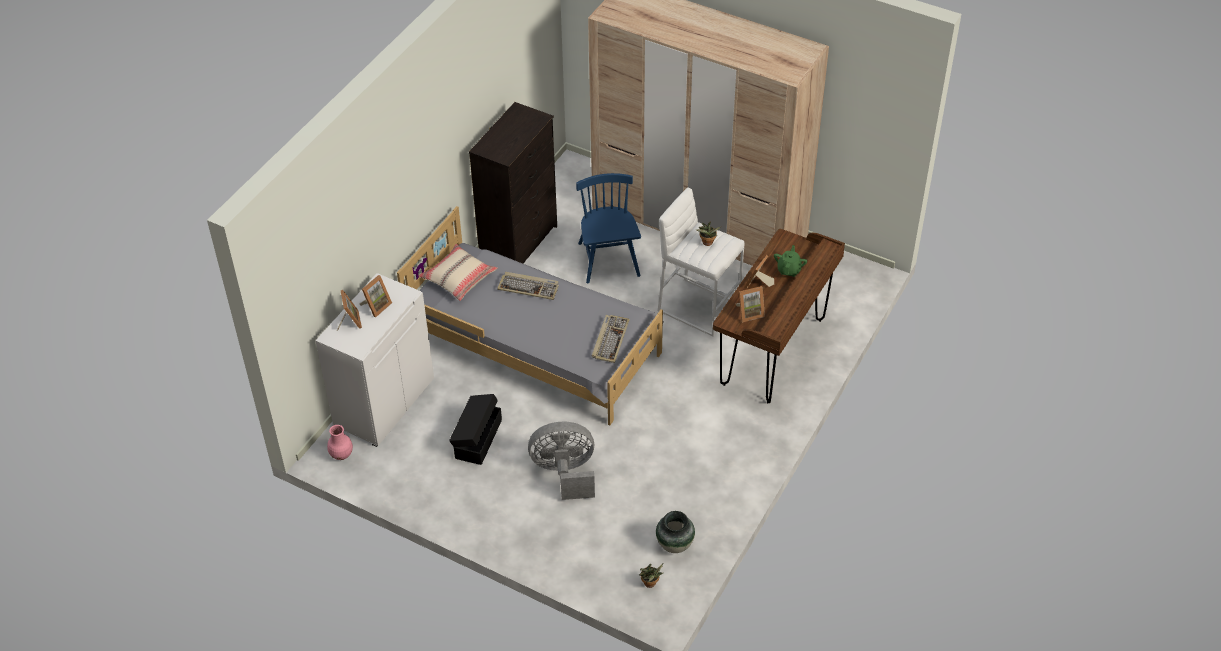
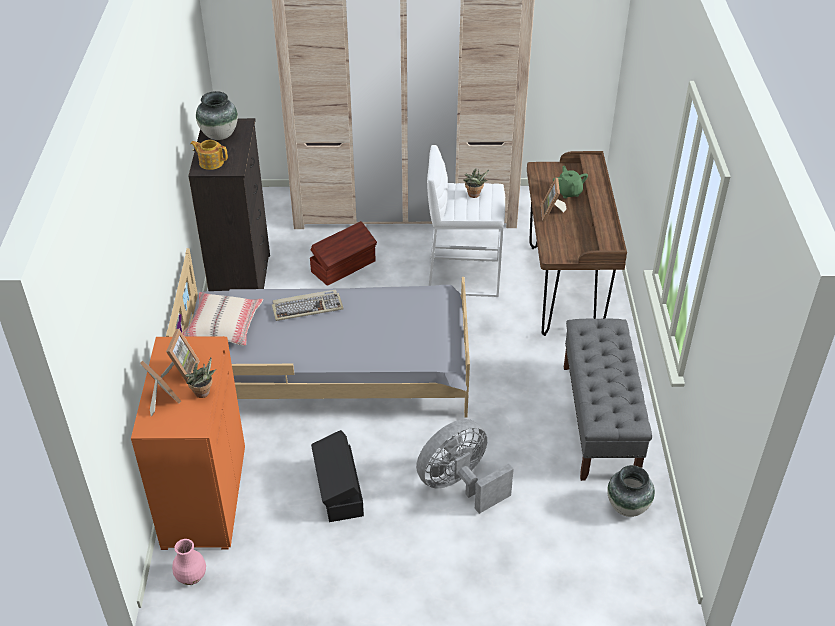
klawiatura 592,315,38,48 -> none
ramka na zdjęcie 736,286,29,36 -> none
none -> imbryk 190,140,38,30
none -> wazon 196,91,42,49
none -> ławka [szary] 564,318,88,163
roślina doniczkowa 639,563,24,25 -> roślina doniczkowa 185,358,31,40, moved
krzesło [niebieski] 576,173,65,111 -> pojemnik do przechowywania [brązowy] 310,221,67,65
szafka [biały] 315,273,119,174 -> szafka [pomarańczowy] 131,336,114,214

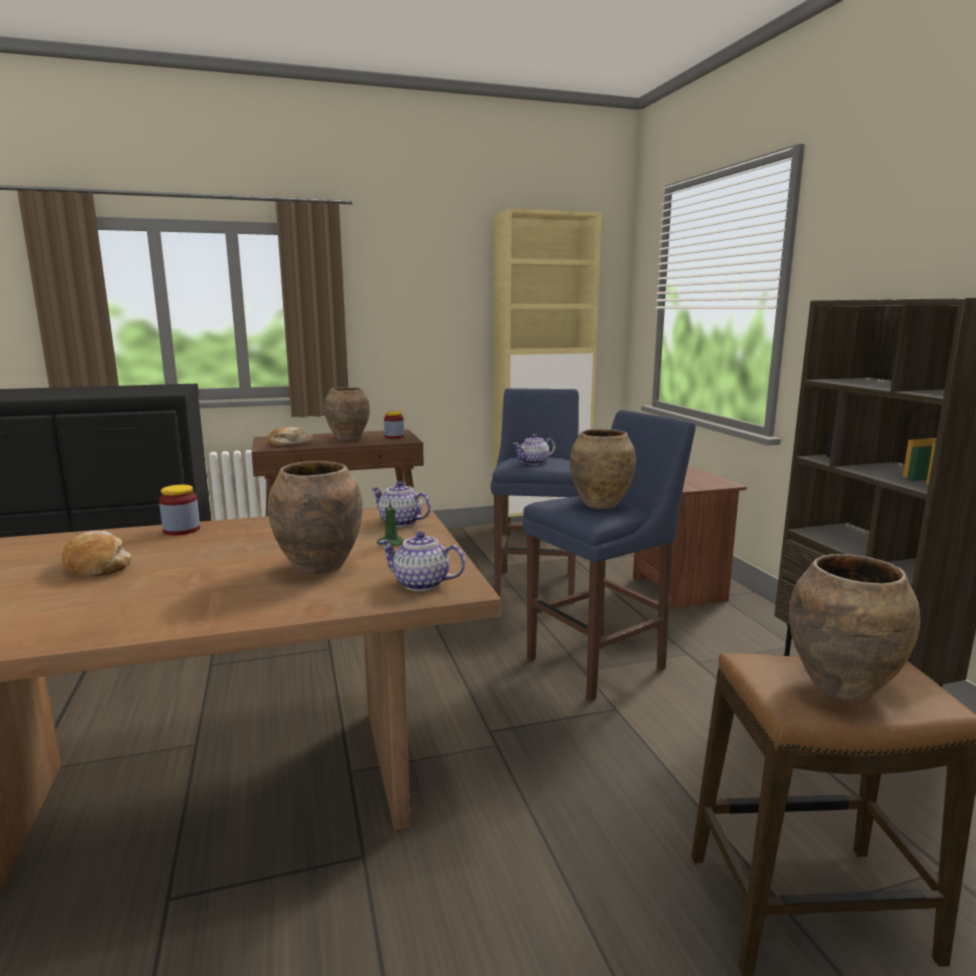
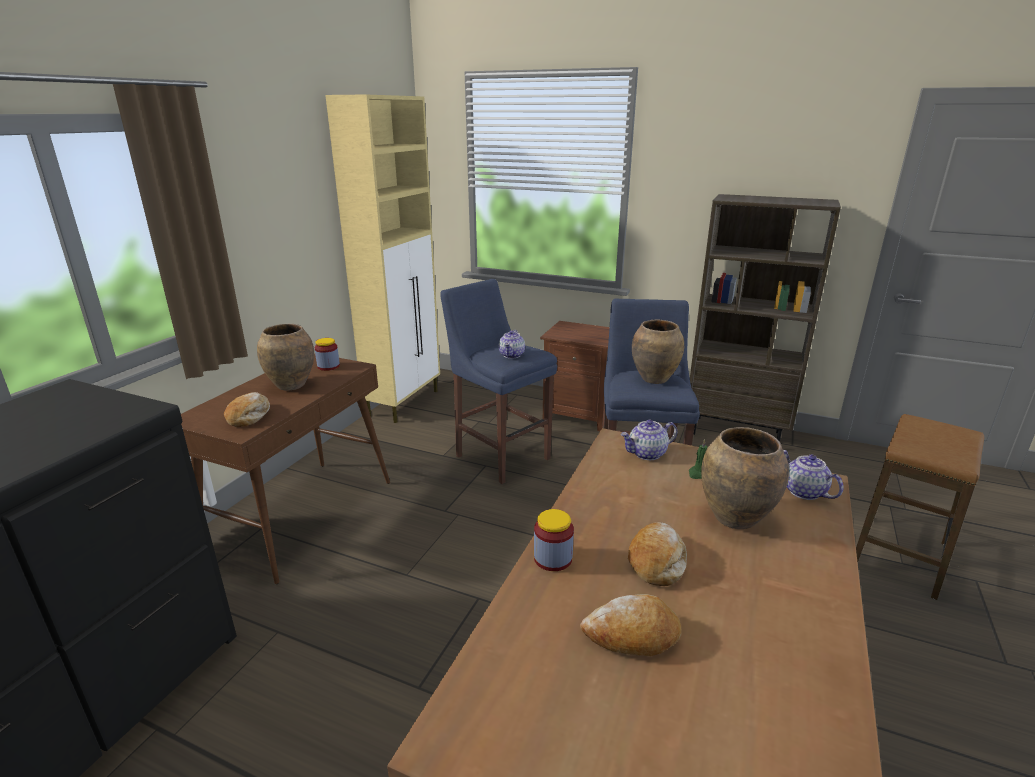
wazon [brązowy] 789,554,131,147 -> none
none -> chleb 628,522,59,64
imbryk 378,531,88,60 -> imbryk 783,450,61,50, 90 degrees clockwise

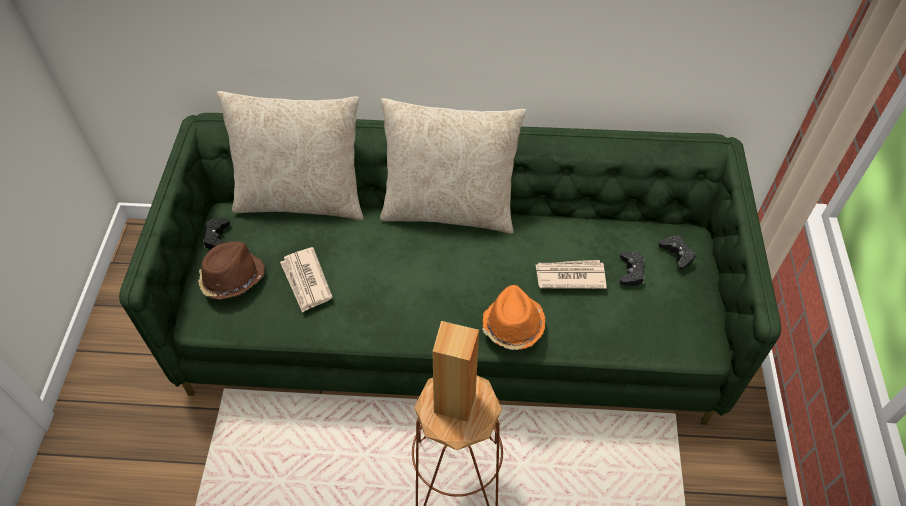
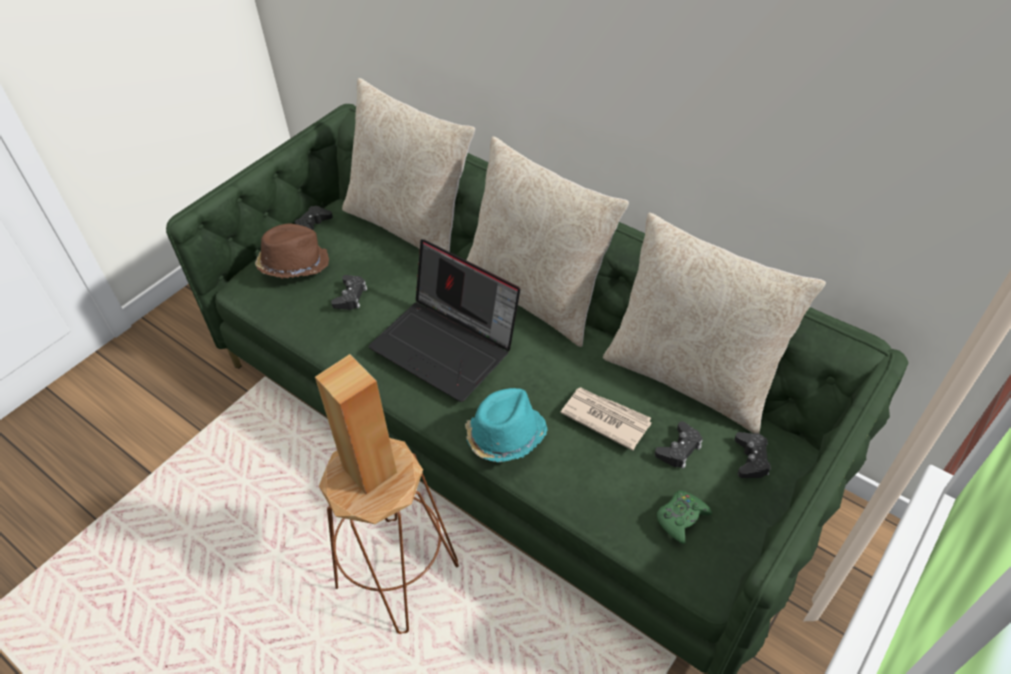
none -> laptop 368,239,152,163
none -> poduszka [beżowy] 603,213,223,221
none -> pad do gier [zielony] 657,490,55,54
gazeta 280,247,53,66 -> pad do gier [czarny] 331,275,36,35
kapelusz [pomarańczowy] 482,285,63,65 -> kapelusz [turkusowy] 465,388,83,74

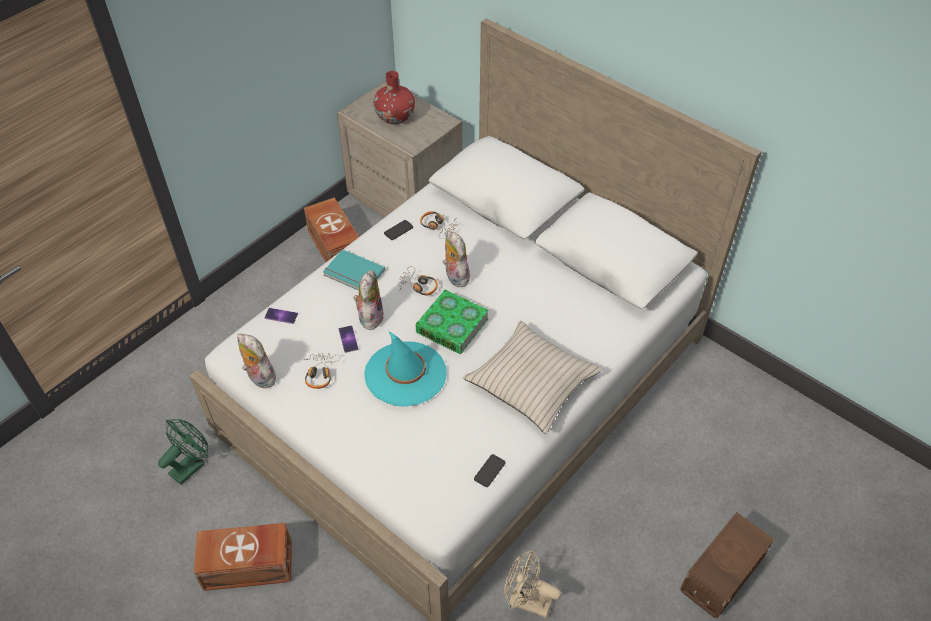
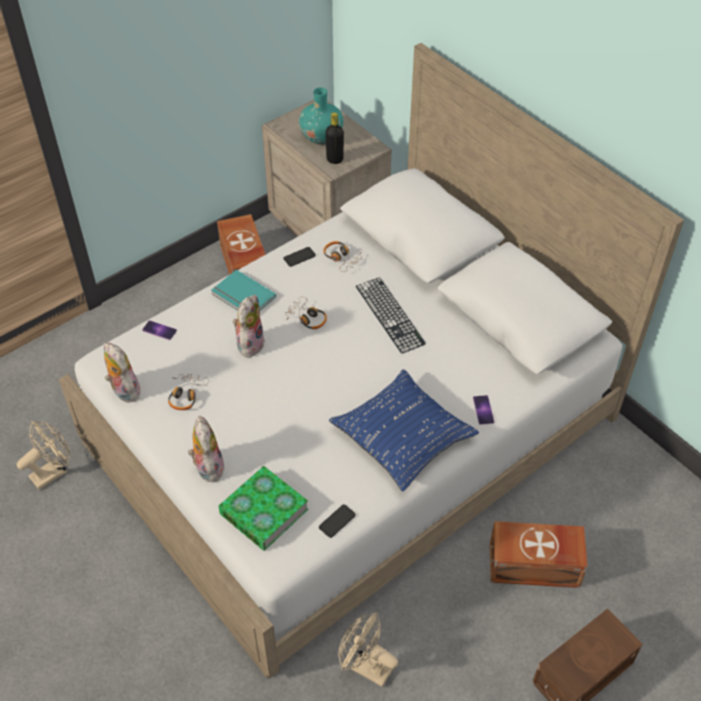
kapelusz [turkusowy] 364,331,83,76 -> none
none -> butelka [czarny] 325,112,19,52
none -> klawiatura 356,277,70,77
pojemnik do przechowywania [brązowy] 193,523,99,68 -> pojemnik do przechowywania [brązowy] 490,521,98,67, moved
telefon 339,326,20,27 -> telefon 473,395,21,30, moved
książka 415,290,74,65 -> książka 218,466,90,85, moved
pluszak 443,231,27,56 -> pluszak 188,415,37,67, moved
wentylator [zielony] 158,419,50,66 -> wentylator [beżowy] 17,421,53,69
wazon [czerwony] 373,71,42,54 -> wazon [turkusowy] 299,87,44,58
poduszka [beżowy] 463,321,139,113 -> poduszka [niebieski] 329,369,150,123

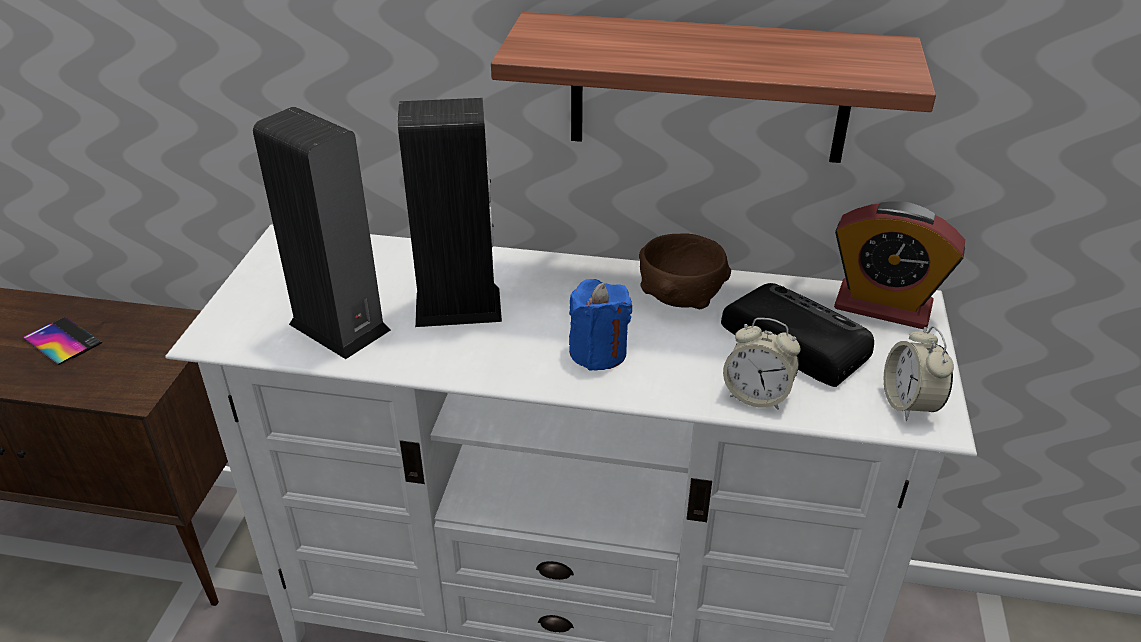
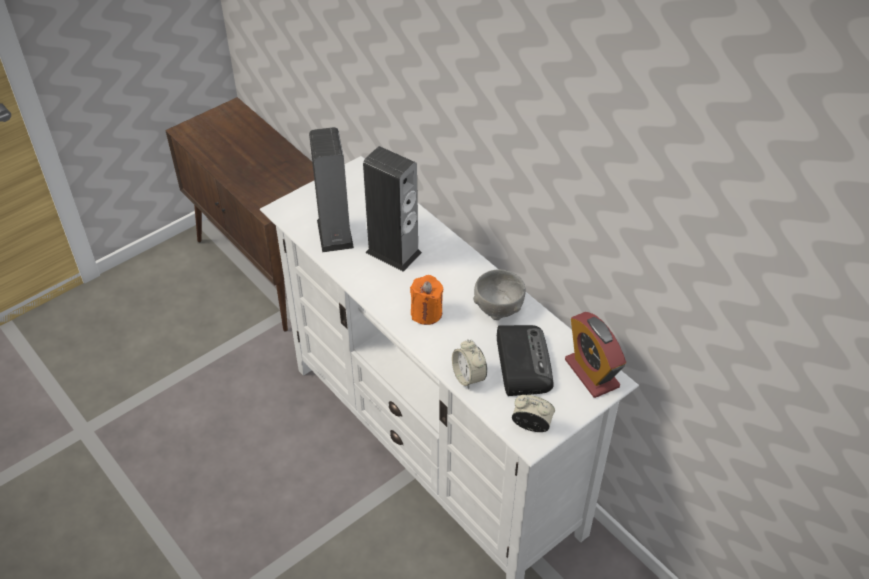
telefon 22,317,80,48 -> none
półka 491,12,445,151 -> none
świeca [niebieski] 569,279,63,92 -> świeca [pomarańczowy] 410,275,33,50
miska [brązowy] 639,233,92,76 -> miska [szary] 473,269,53,51
budzik 884,326,70,95 -> budzik 512,395,43,37, 75 degrees clockwise

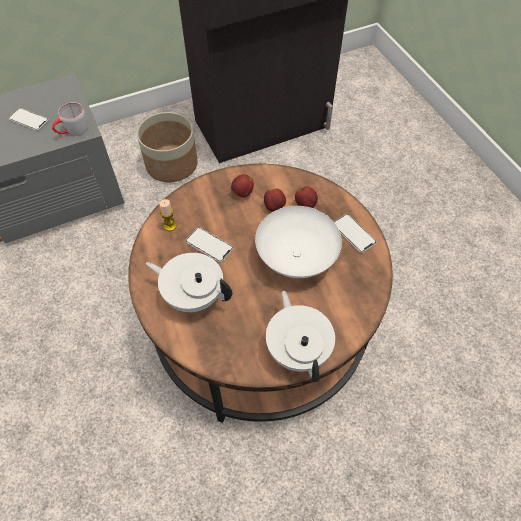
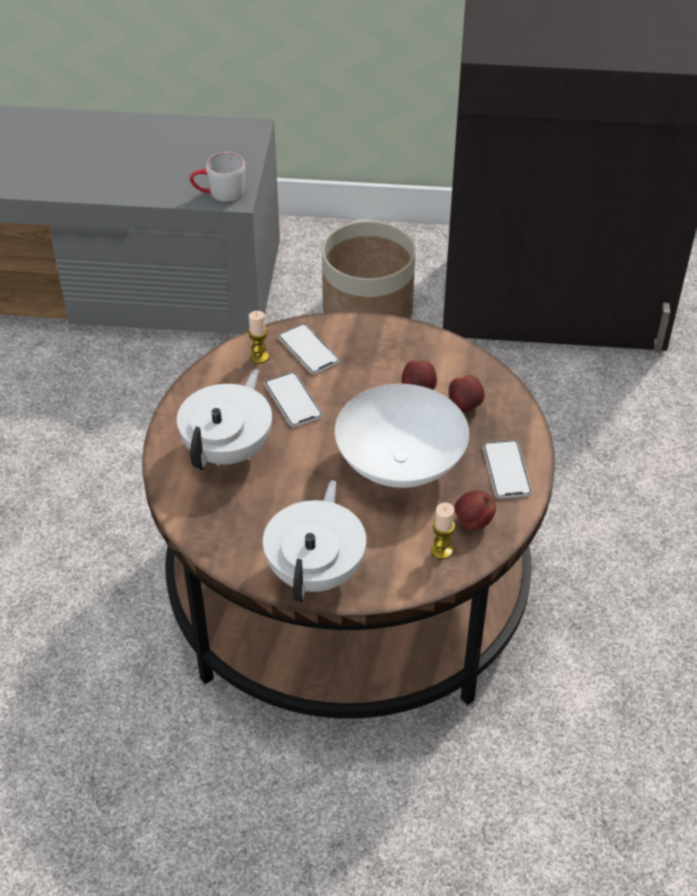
none -> świeca 431,502,24,57
telefon 8,108,41,23 -> telefon 278,324,62,50, moved
jabłko 231,174,23,24 -> jabłko 454,491,42,40, moved
imbryk [biały] 146,253,86,59 -> imbryk [biały] 177,369,95,101, 60 degrees clockwise

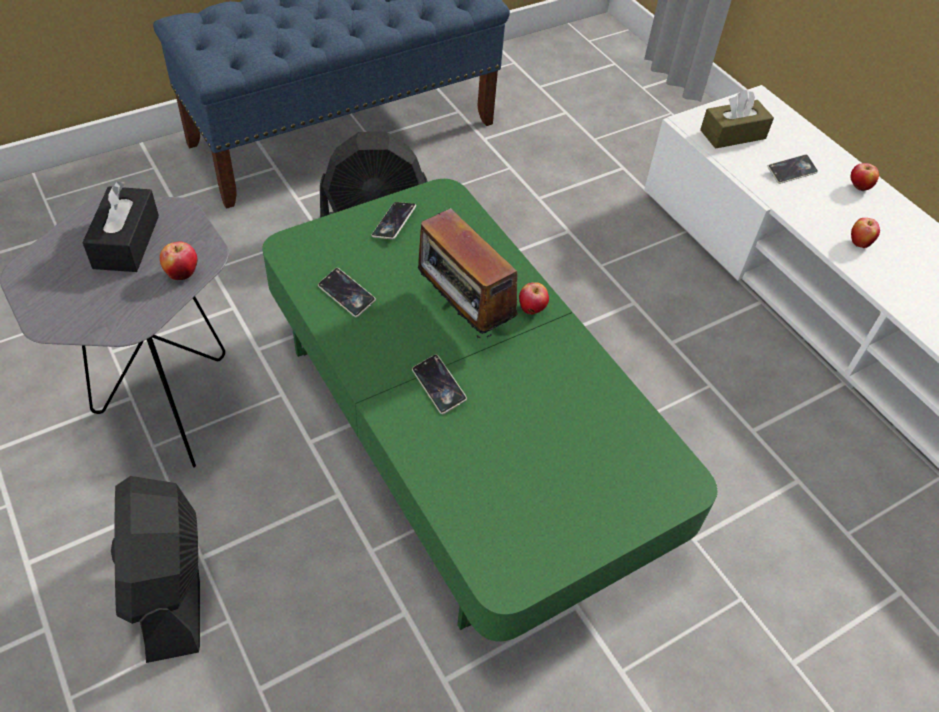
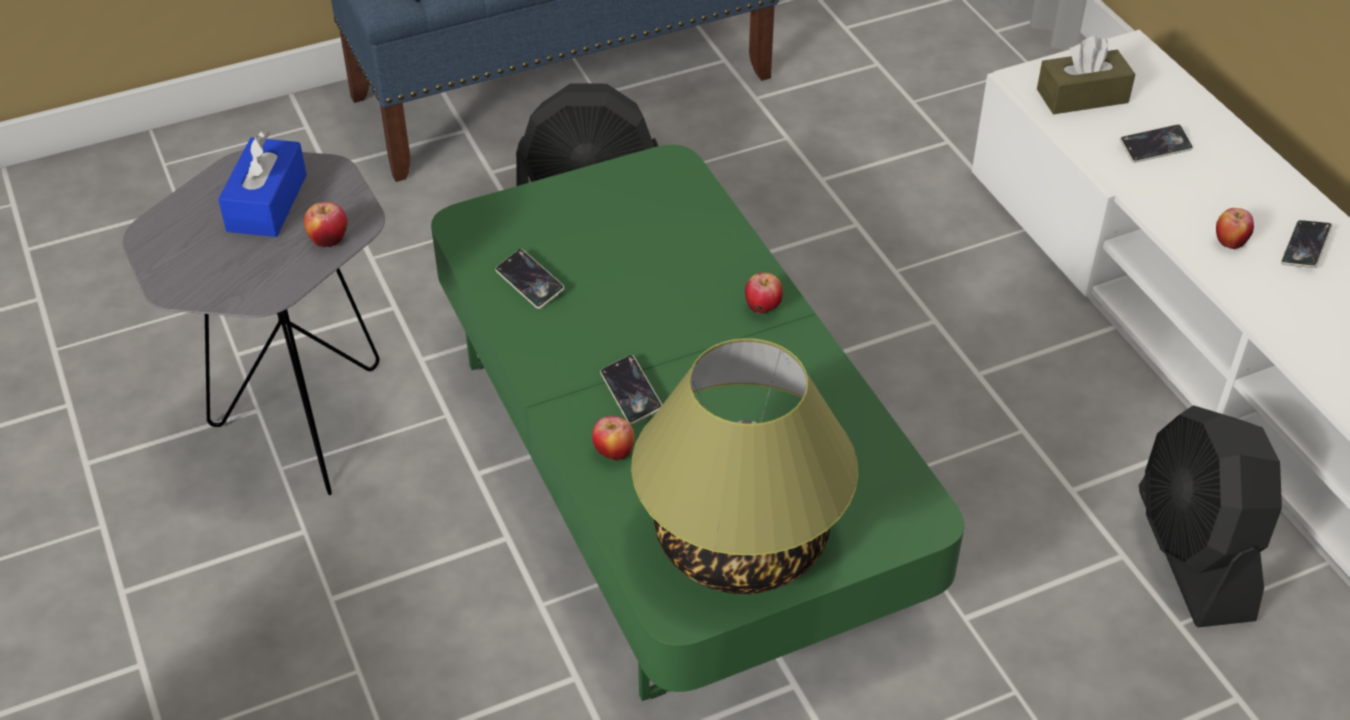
radio 418,208,100,130 -> none
none -> lampa stołowa 631,338,227,256
wentylator [czarny] 111,476,89,187 -> wentylator [czarny] 1139,405,143,222, moved
telefon 372,202,44,37 -> telefon 1281,220,51,48, moved
jabłko 850,163,29,28 -> jabłko 592,416,42,45, moved
pudełko chusteczek [czarny] 82,181,77,91 -> pudełko chusteczek [niebieski] 218,131,89,106

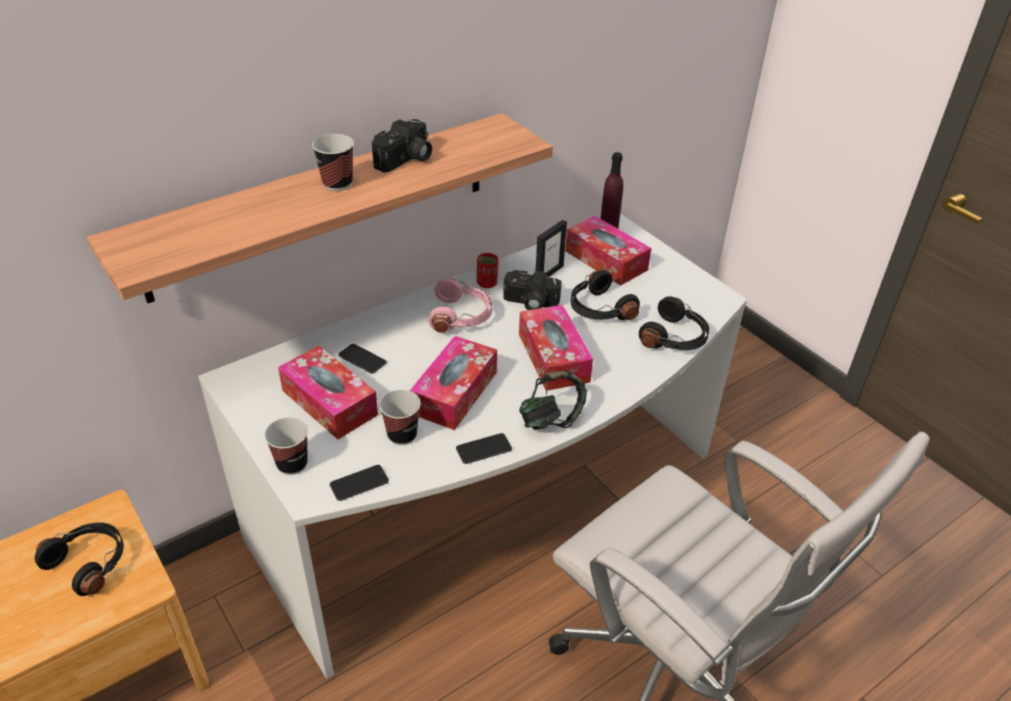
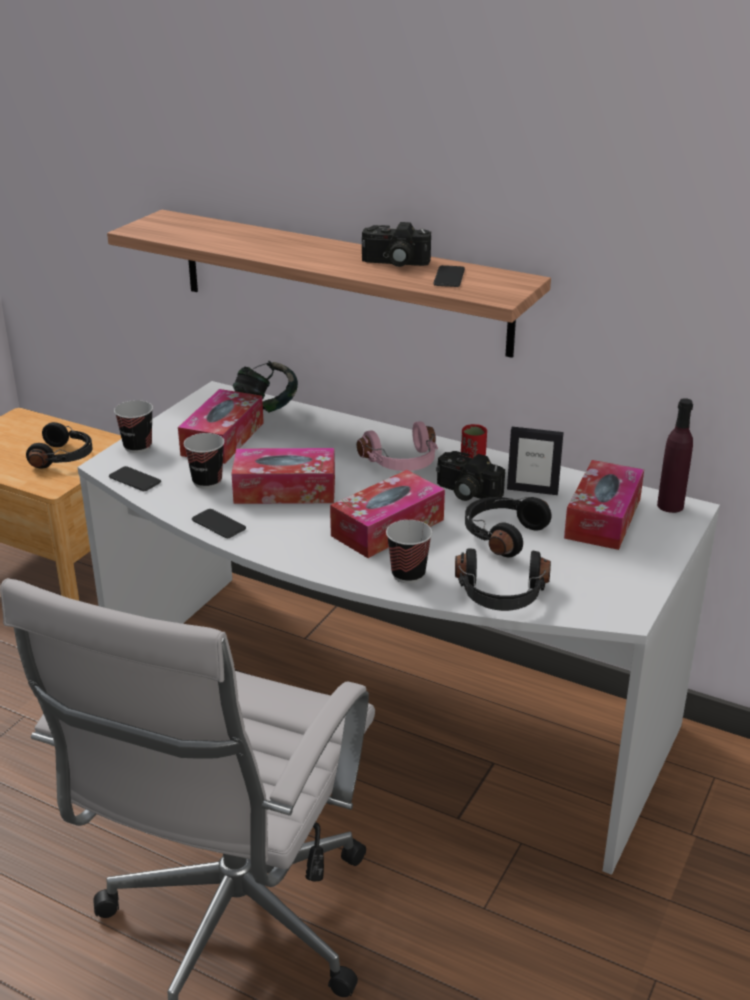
filiżanka 312,134,42,57 -> filiżanka 386,520,46,63, moved
telefon 338,344,49,30 -> telefon 433,265,32,22, moved
słuchawki 519,371,68,59 -> słuchawki 232,360,66,53, moved
aparat fotograficzny 503,270,59,40 -> aparat fotograficzny 436,451,69,50, 45 degrees counterclockwise

